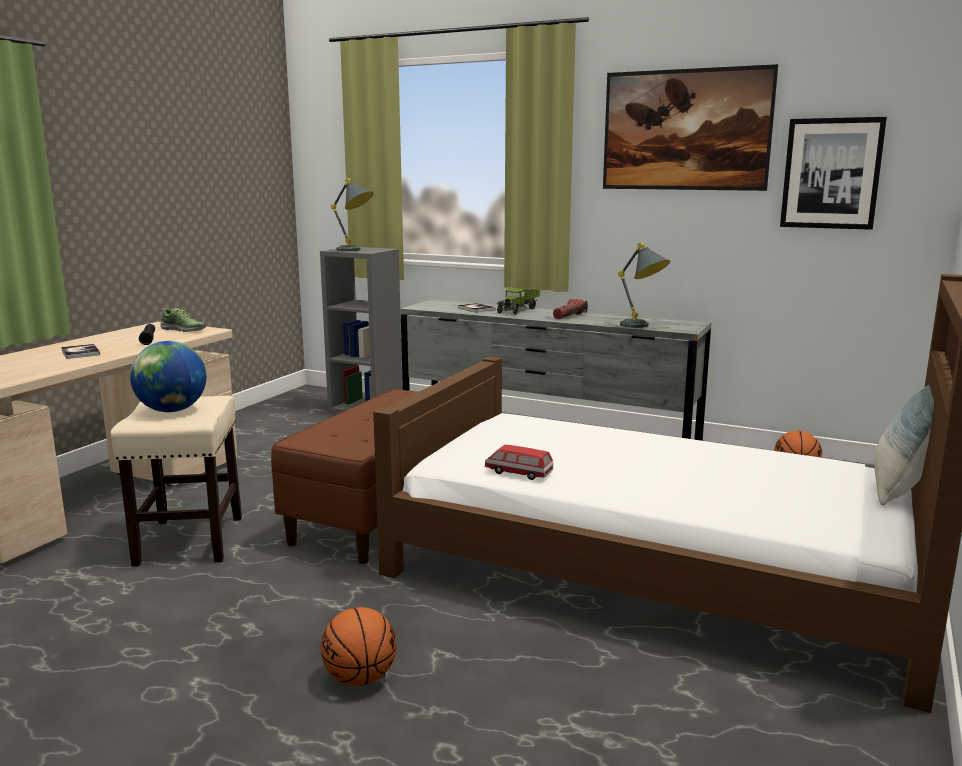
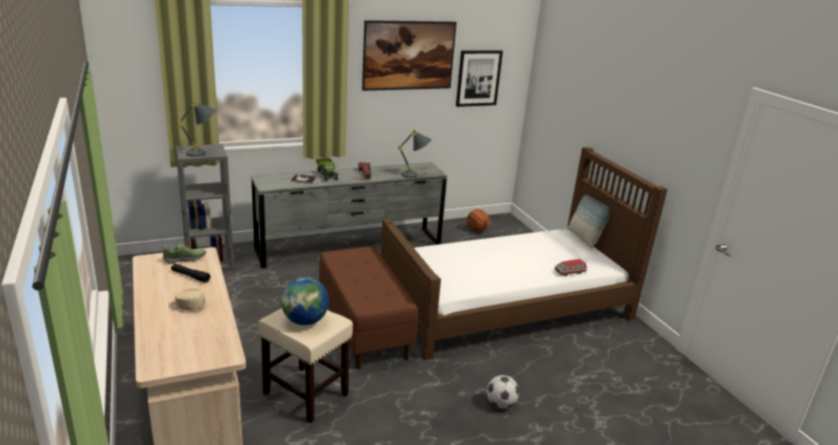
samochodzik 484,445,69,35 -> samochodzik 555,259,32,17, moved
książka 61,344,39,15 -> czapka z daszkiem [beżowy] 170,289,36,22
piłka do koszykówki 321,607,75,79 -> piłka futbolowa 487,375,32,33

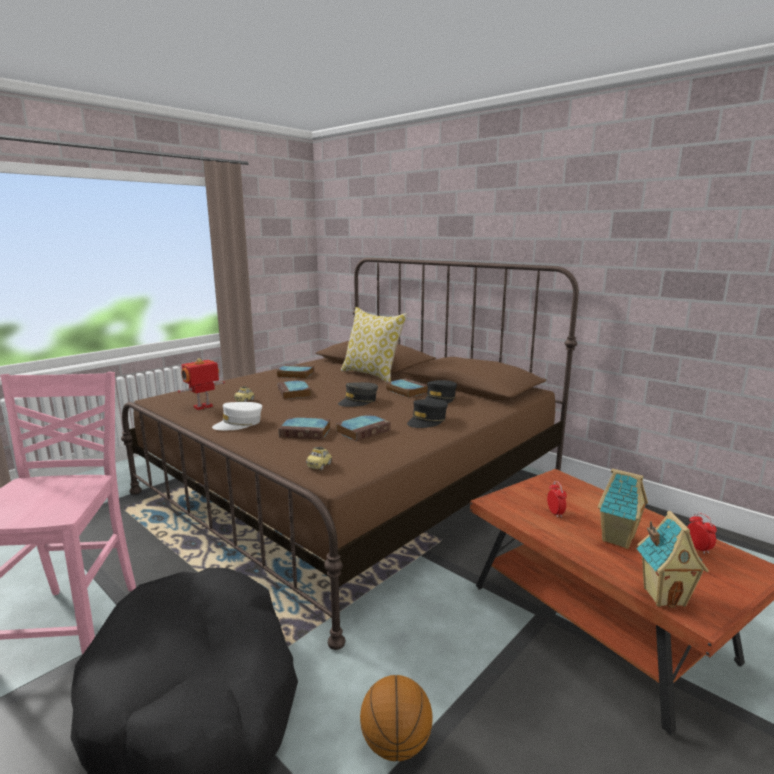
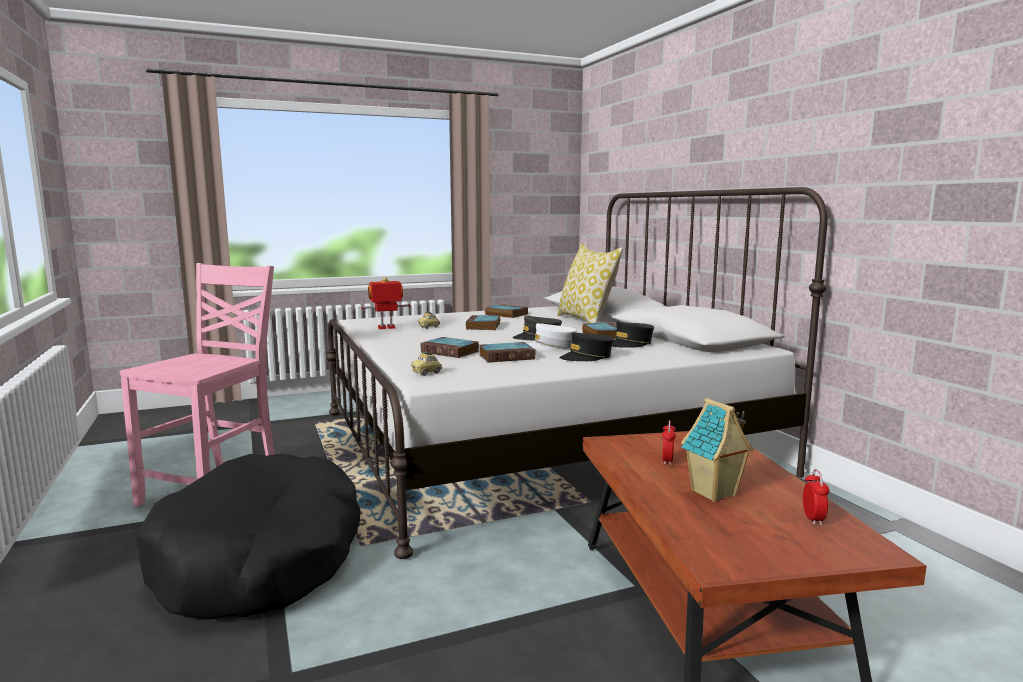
piłka do koszykówki 360,675,72,86 -> none
domek 636,511,73,97 -> none
czapka z daszkiem [biały] 212,402,50,28 -> czapka z daszkiem [biały] 528,323,49,27, moved
łóżko [brązowy] 121,258,458,392 -> łóżko [biały] 326,187,502,372

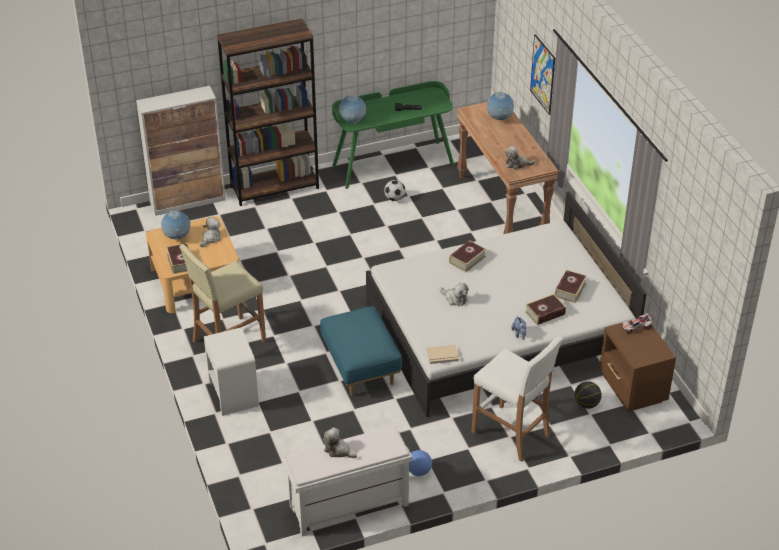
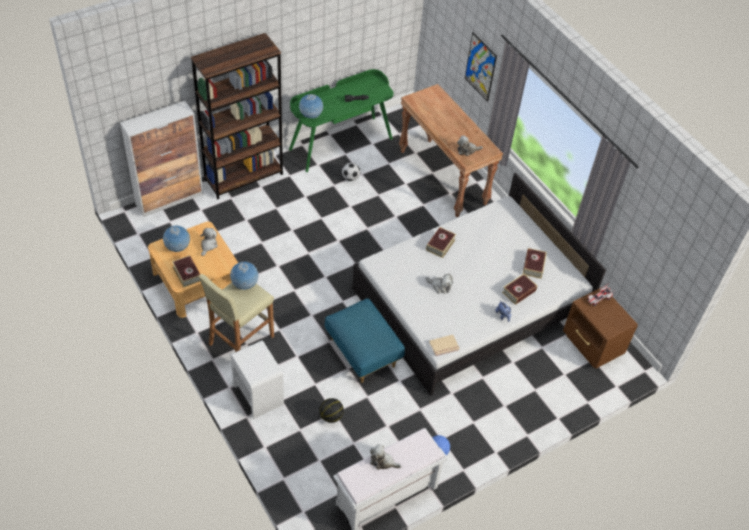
stołek [biały] 472,336,91,126 -> none
globus 487,92,27,28 -> globus 230,262,29,28, moved
piłka do koszykówki 574,381,28,28 -> piłka do koszykówki 319,398,25,25, moved

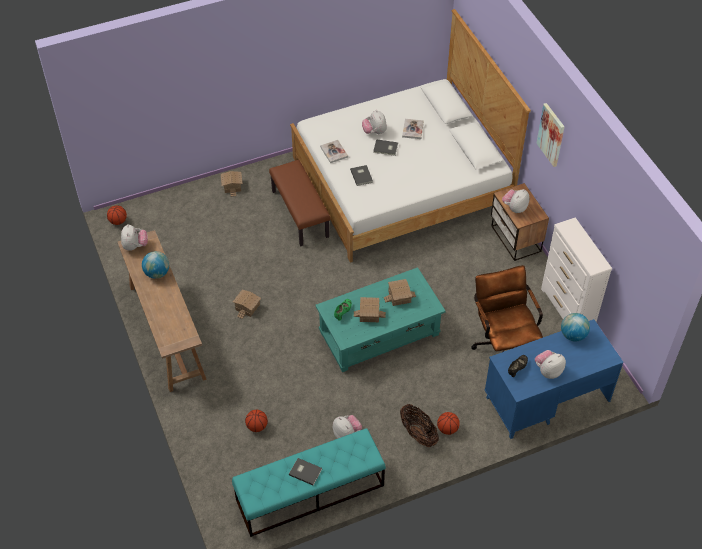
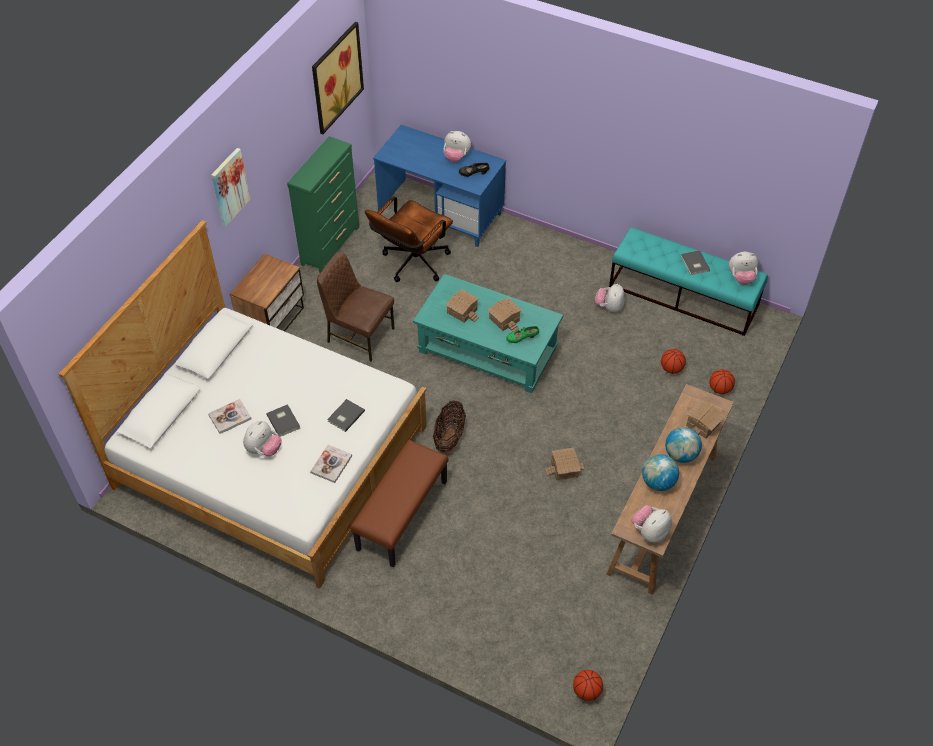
none -> obraz 312,22,52,112
none -> krzesło [brązowy] 317,252,78,110
domek 221,171,22,26 -> domek 686,400,40,39, moved
koszyk 400,404,39,43 -> koszyk 433,400,33,53, moved
piłka do koszykówki 437,412,23,23 -> piłka do koszykówki 709,369,26,25, moved
pluszak 502,189,27,24 -> pluszak 729,252,29,33, moved
globus 561,313,29,29 -> globus 665,427,37,36, moved
komoda [biały] 541,217,71,105 -> komoda [zielony] 287,136,72,137

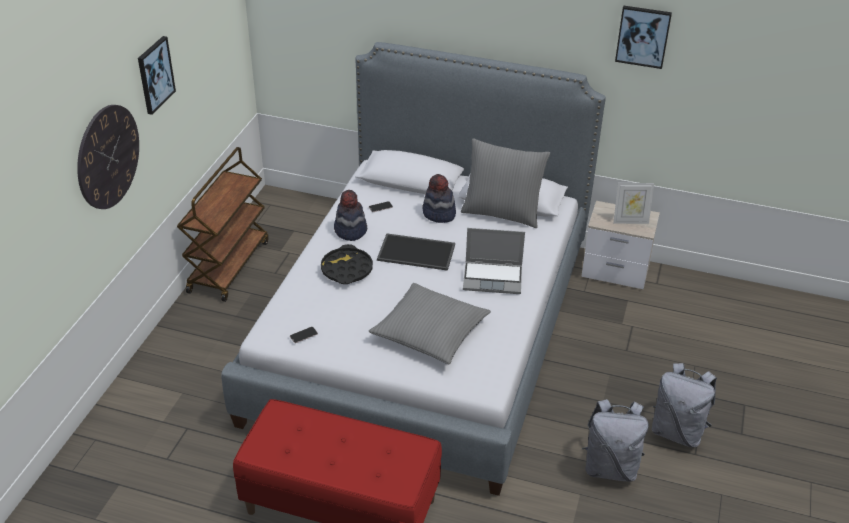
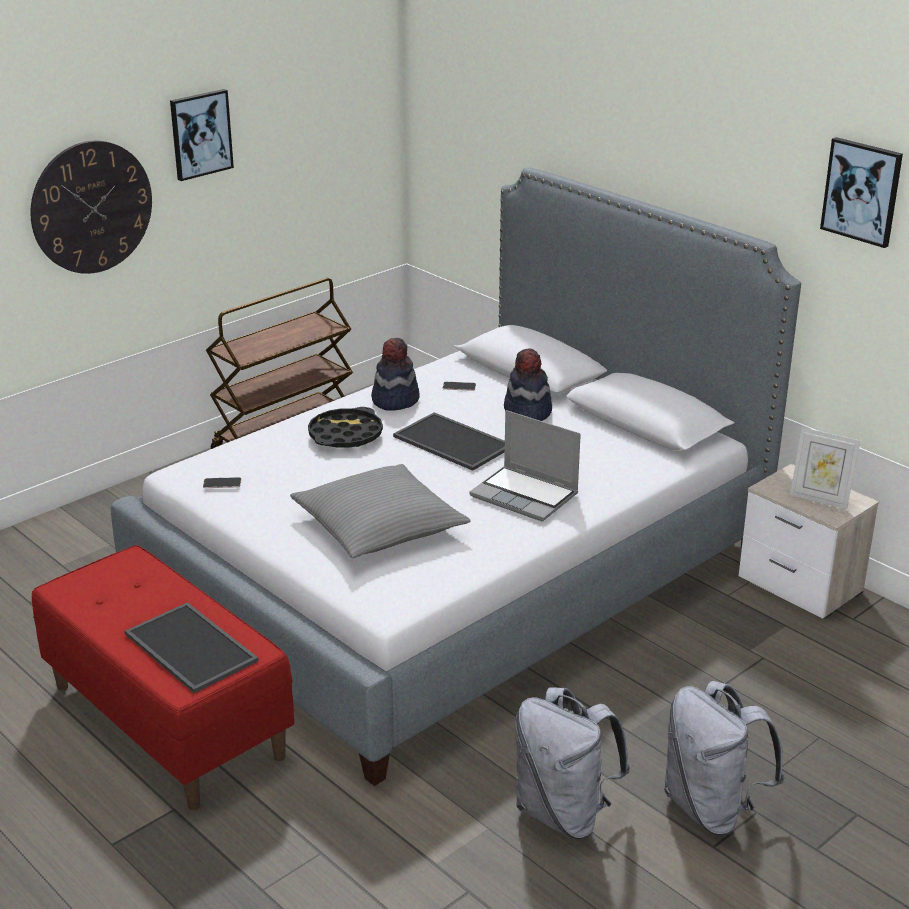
poduszka [szary] 461,139,89,89 -> none
none -> taca 125,602,133,91

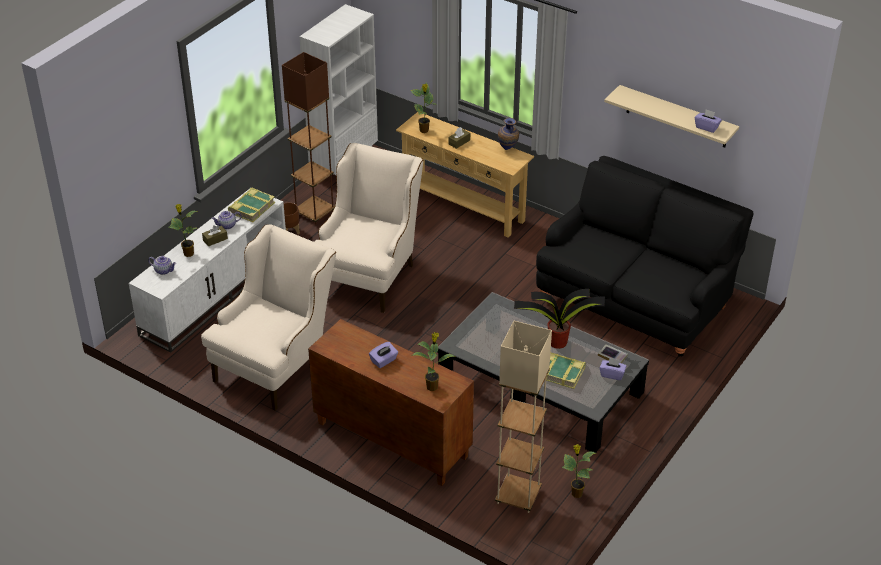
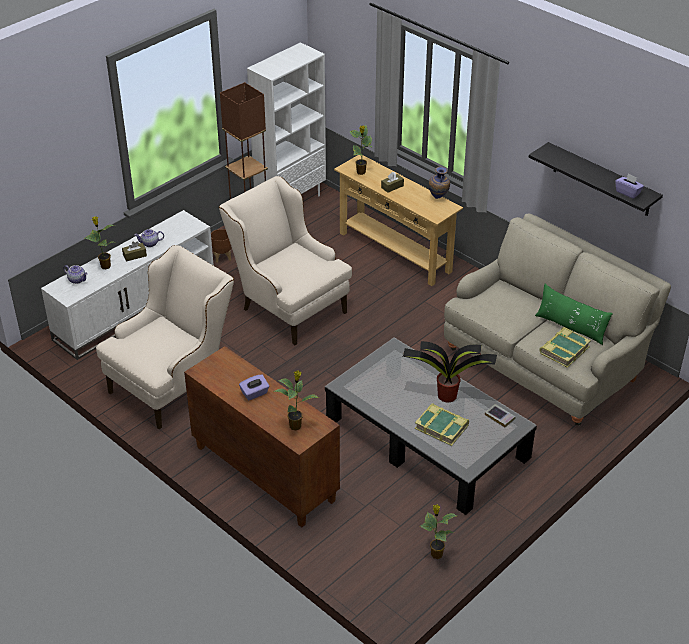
lampa stojąca [beżowy] 495,321,57,192 -> none
pudełko chusteczek [fioletowy] 599,358,27,22 -> none
none -> poduszka [zielony] 535,284,78,61
książka 228,188,47,34 -> książka 539,327,52,41, moved
kanapa [czarny] 536,156,217,200 -> kanapa [beżowy] 444,214,227,212
półka [beżowy] 604,85,135,63 -> półka [czarny] 529,142,134,74
fotel [beżowy] 314,143,109,170 -> fotel [beżowy] 219,176,133,169, 75 degrees counterclockwise

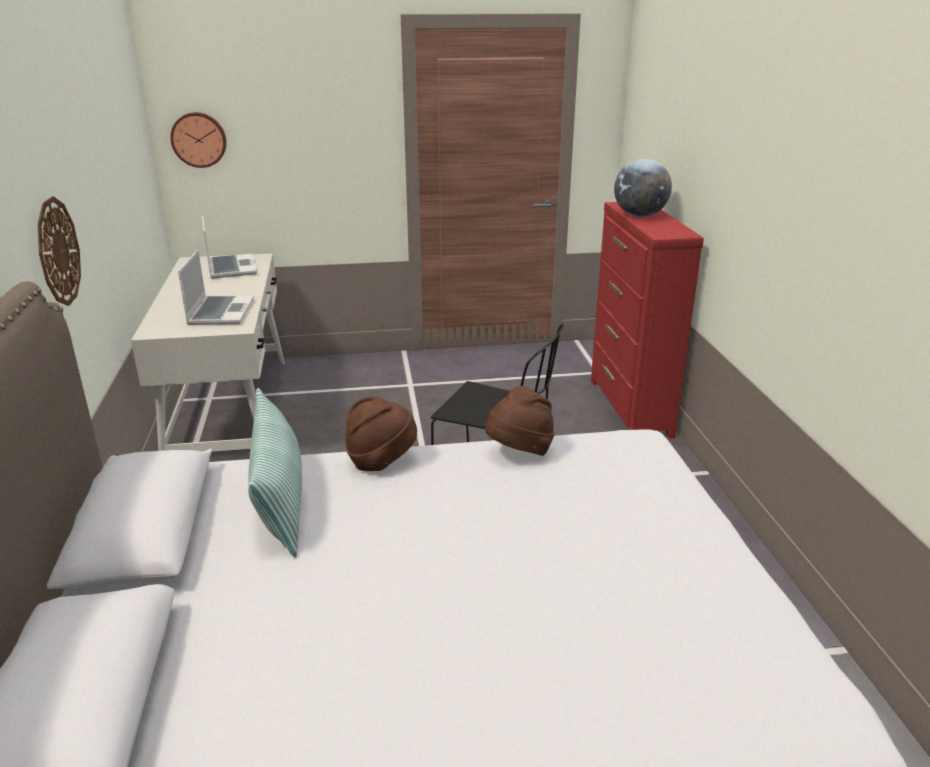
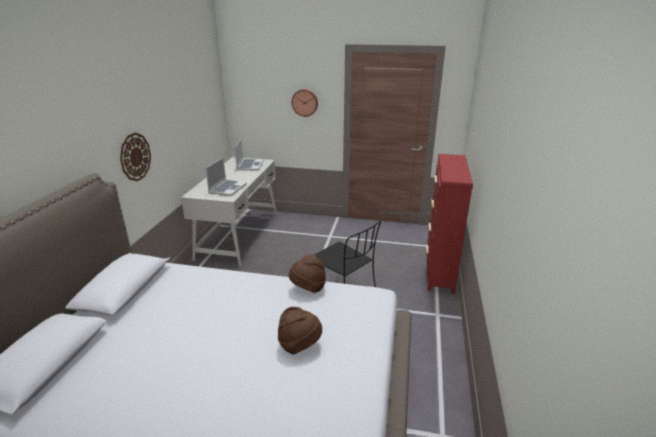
poduszka 248,388,54,169 -> none
globus 614,159,58,58 -> none
zegar ścienny 170,112,56,56 -> zegar ścienny 292,89,26,28, moved
kapelusz [brązowy] 345,397,72,74 -> kapelusz [brązowy] 278,307,44,48, moved

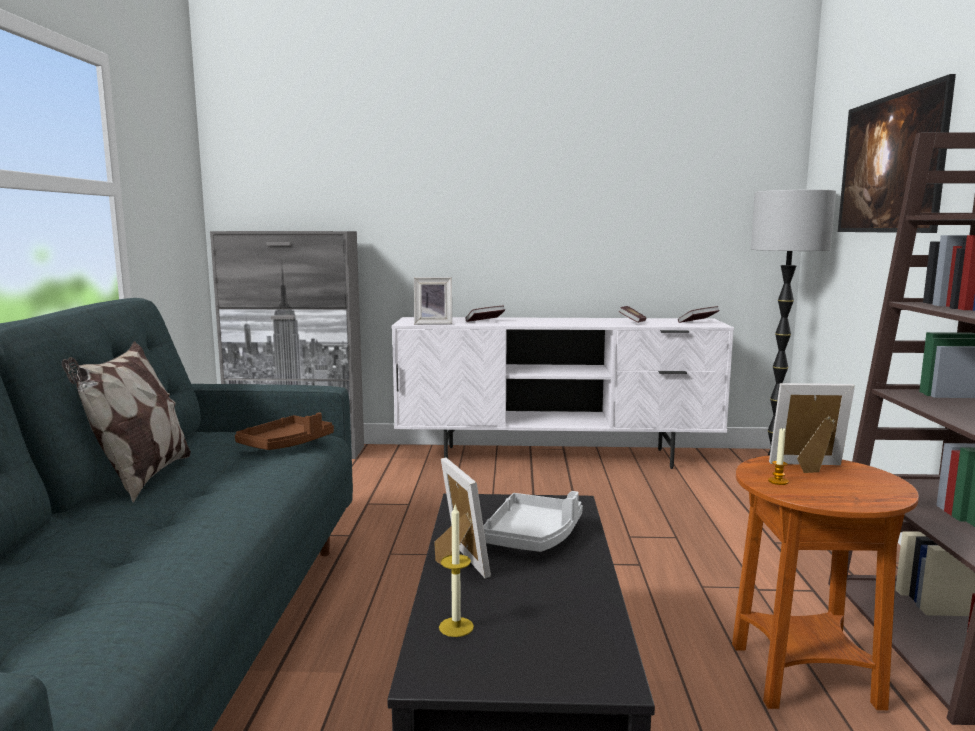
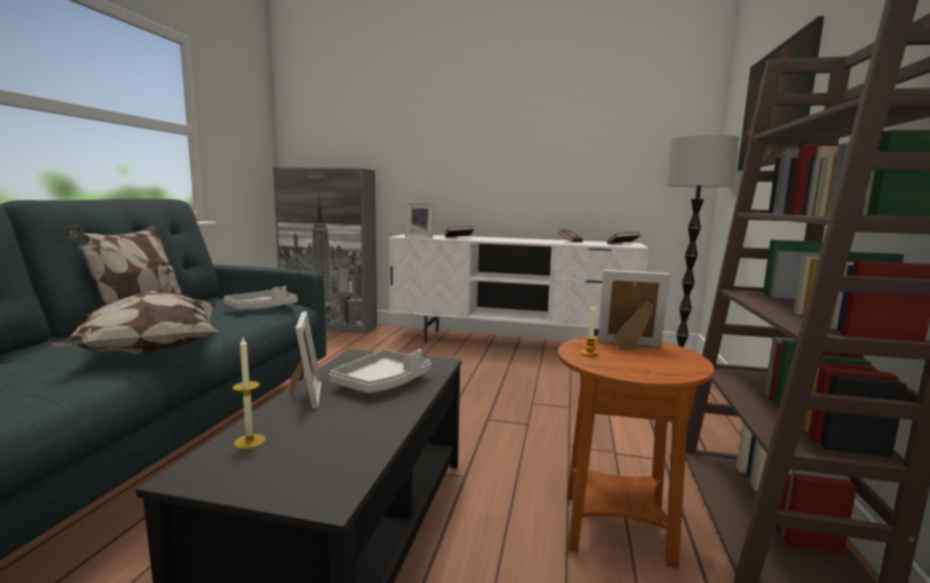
none -> poduszka 47,290,171,64
taca [brązowy] 235,412,99,38 -> taca [szary] 223,286,75,24

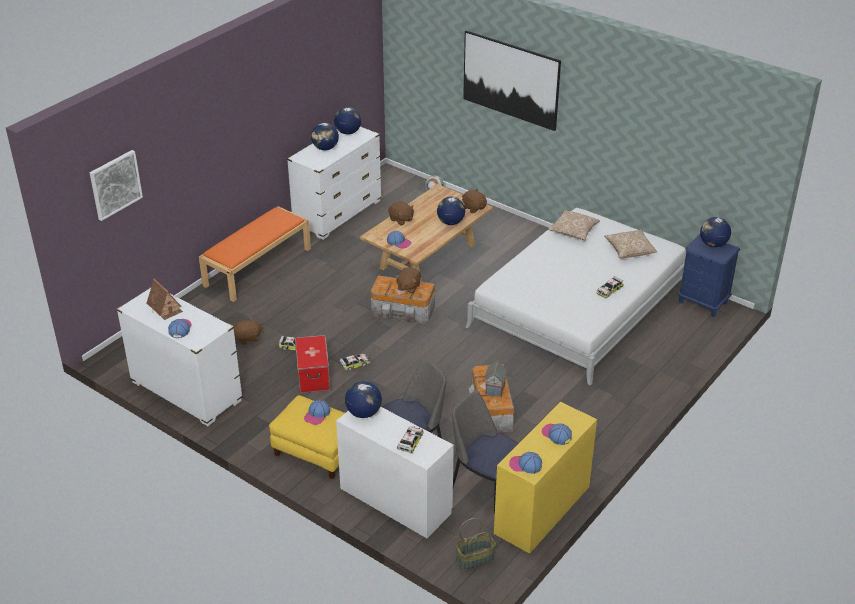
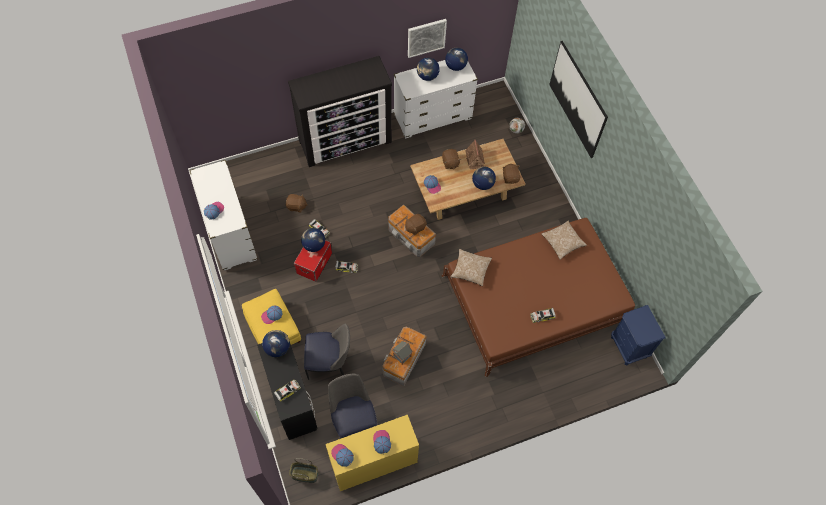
obraz 90,150,53,71 -> obraz 408,19,39,39, moved
domek 147,279,36,41 -> domek 465,139,20,30, moved
poduszka 604,230,53,28 -> poduszka 450,249,42,37, moved
globus 700,217,31,30 -> globus 301,228,24,24, moved
ławka [pomarańczowy] 199,206,112,96 -> komoda 288,56,104,111
biurko [biały] 336,406,118,132 -> biurko [czarny] 257,335,60,105
łóżko [biały] 465,208,221,178 -> łóżko [brązowy] 441,218,194,159

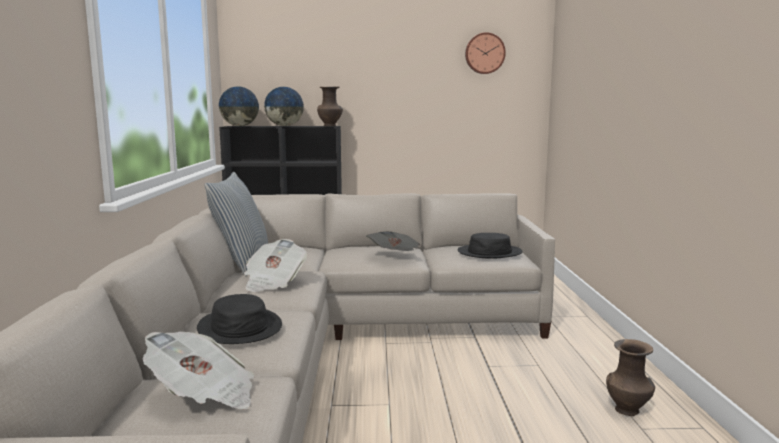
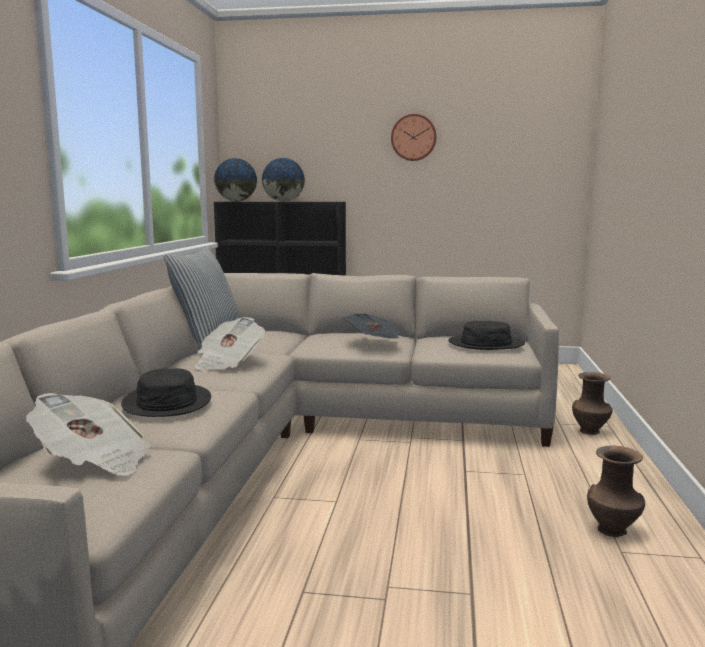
wazon [brązowy] 317,87,26,39 -> wazon [brązowy] 572,372,40,63, moved
zegar ścienny 465,32,41,42 -> zegar ścienny 391,114,45,47, moved

